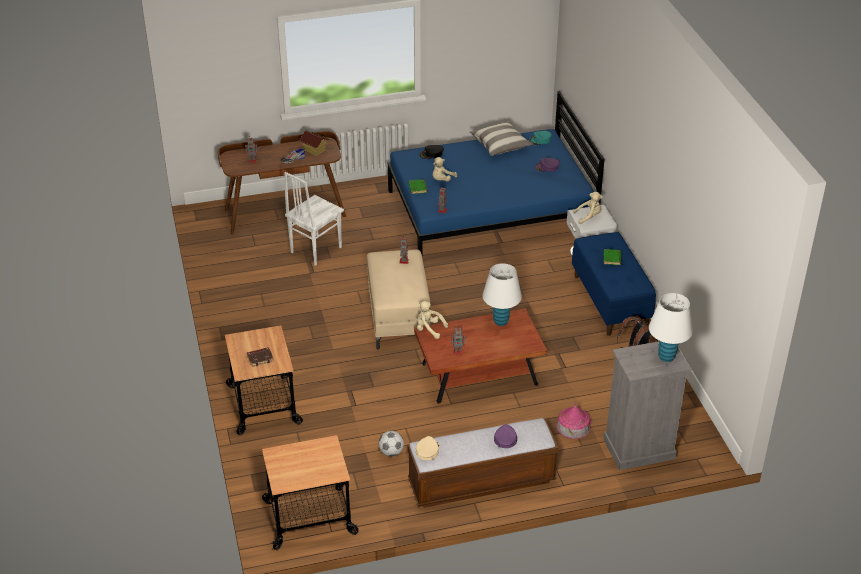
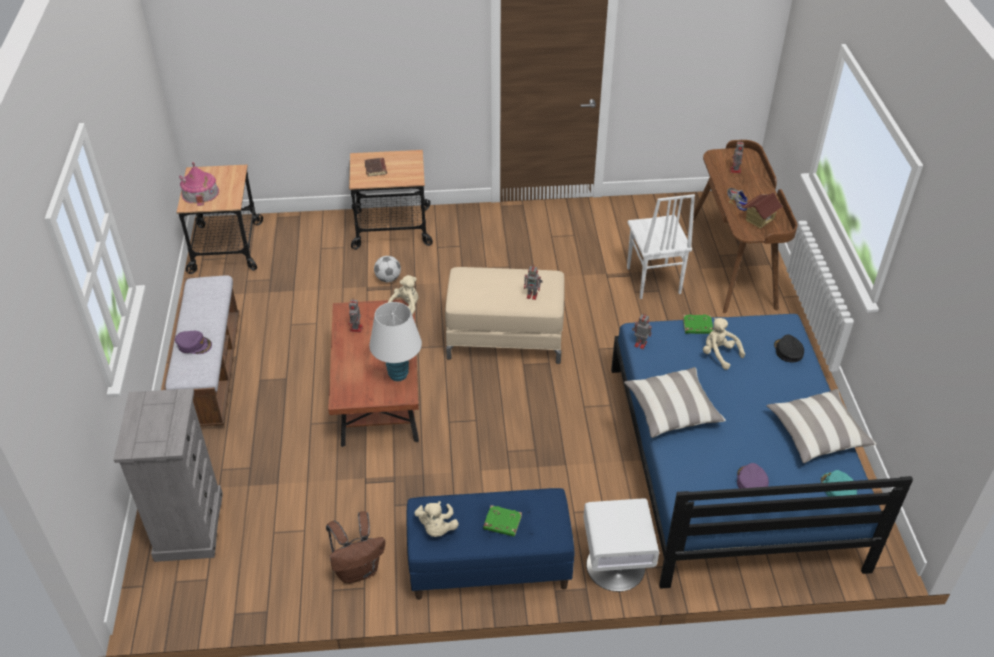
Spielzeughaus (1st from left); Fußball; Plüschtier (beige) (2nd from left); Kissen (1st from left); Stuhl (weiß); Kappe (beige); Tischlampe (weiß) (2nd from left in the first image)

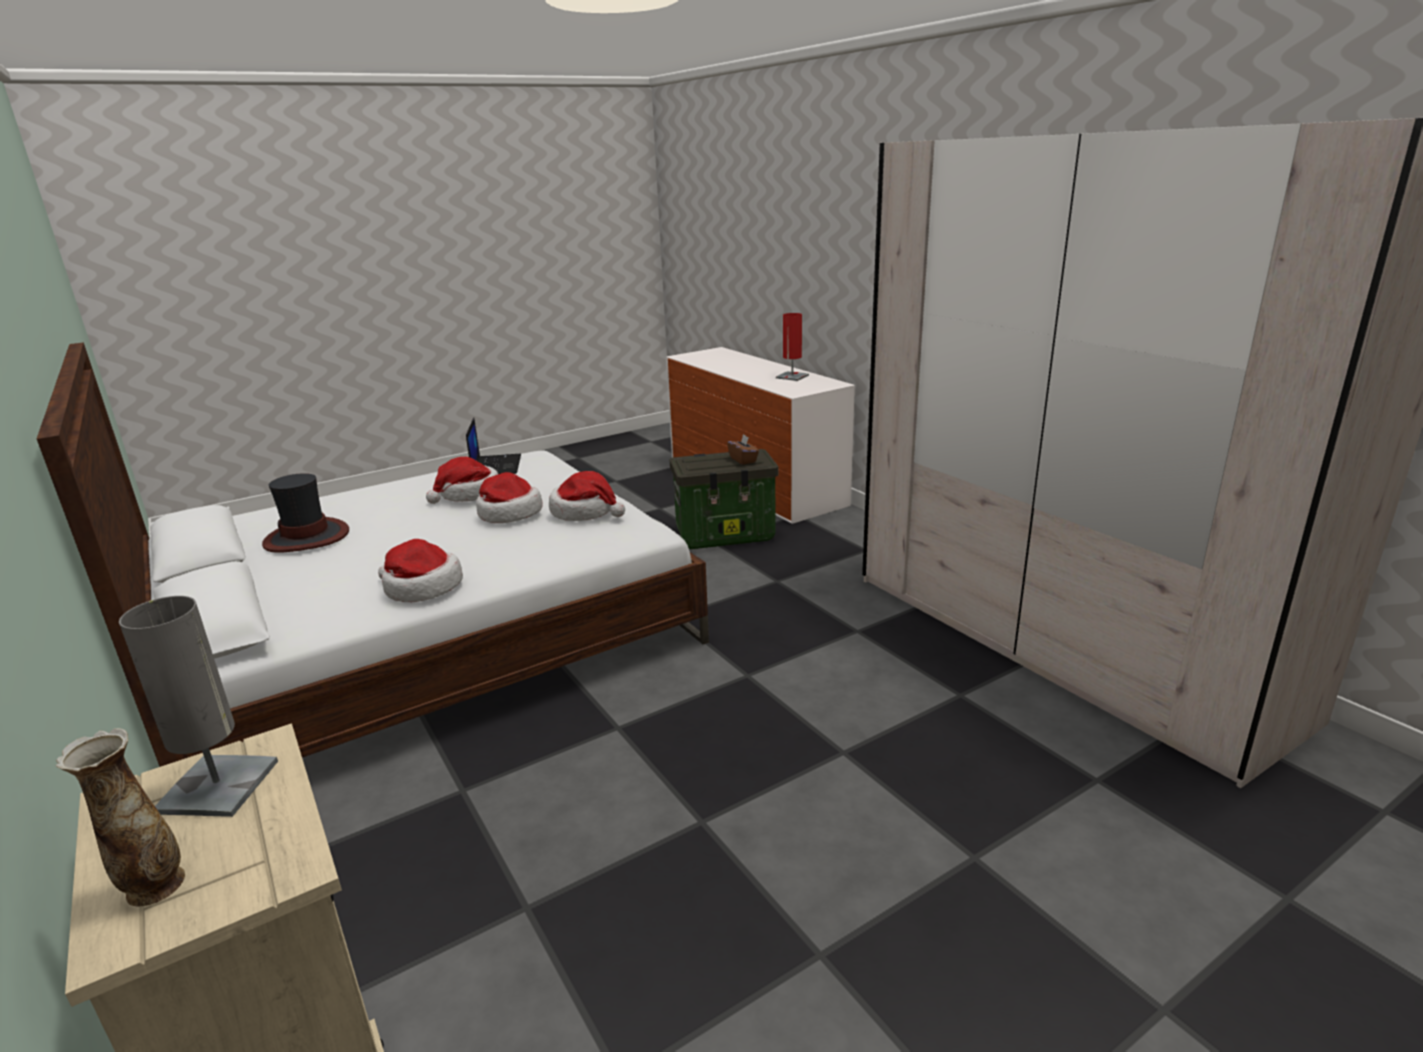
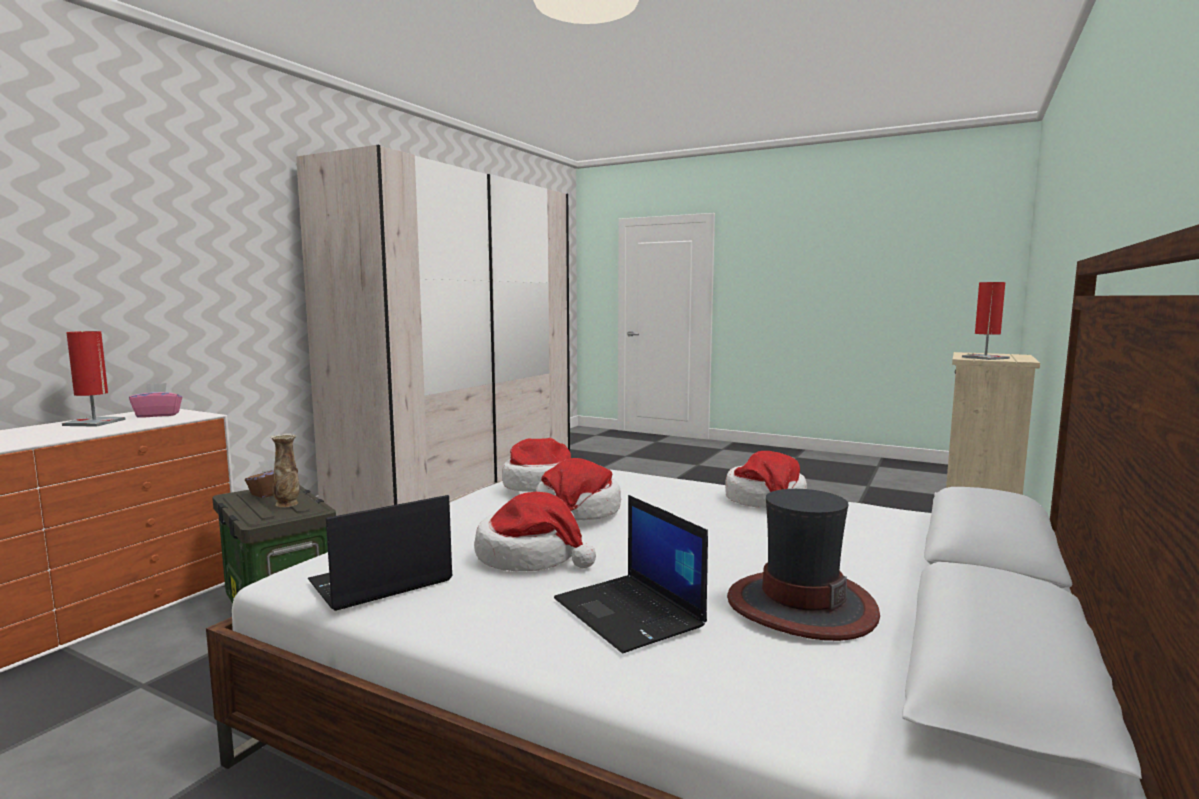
Taschentuchbox (rosa); Vase; Laptop (2nd from left); Tischlampe (rot) (2nd from left)

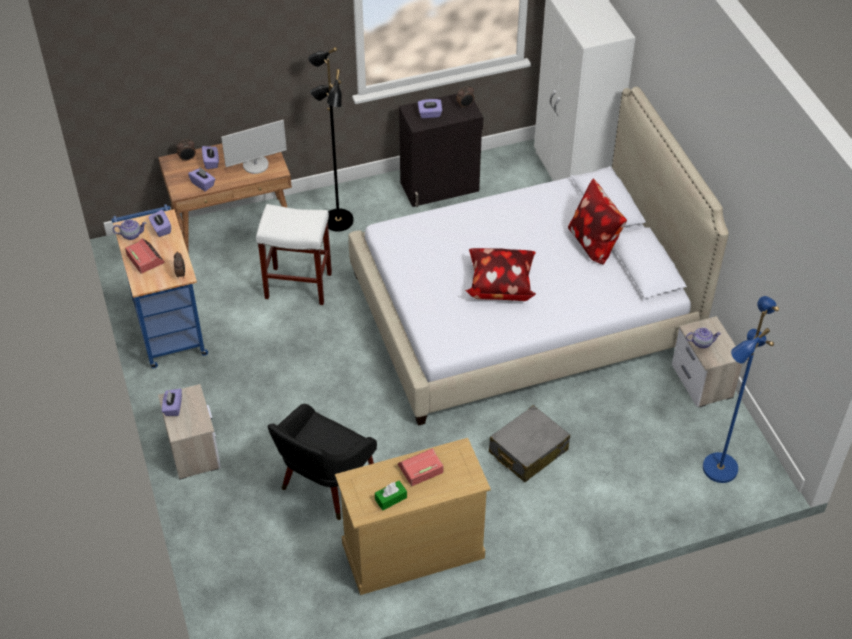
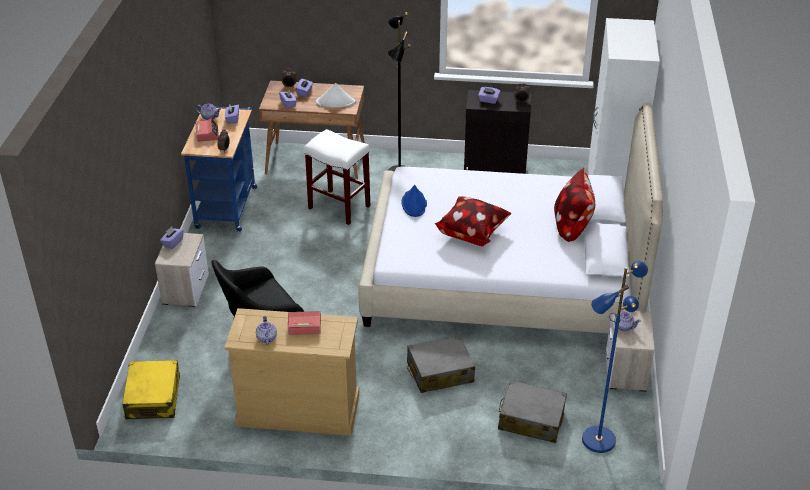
Koffer (gelb); Teekanne (2nd from left); Hut (weiß); Hut (blau); Koffer (grau) (2nd from left)

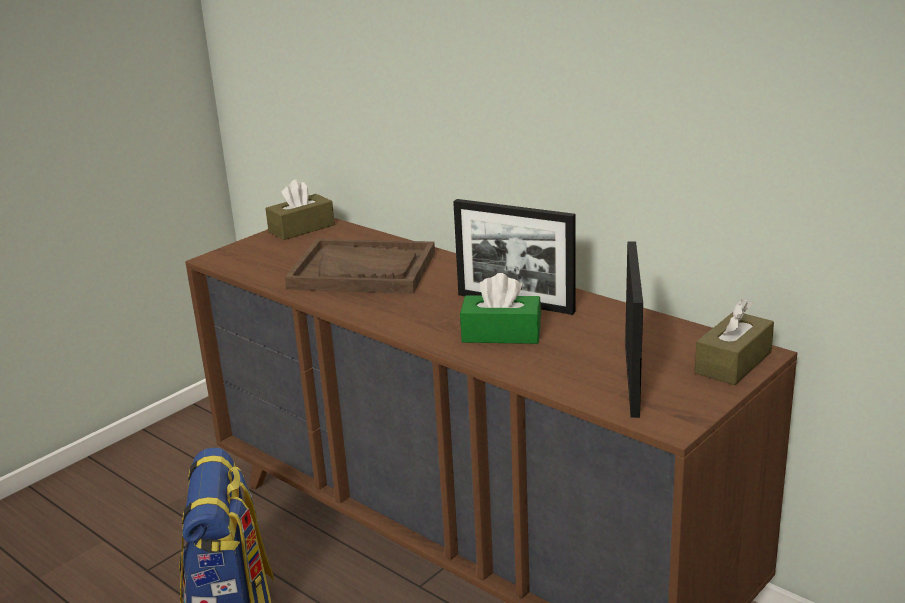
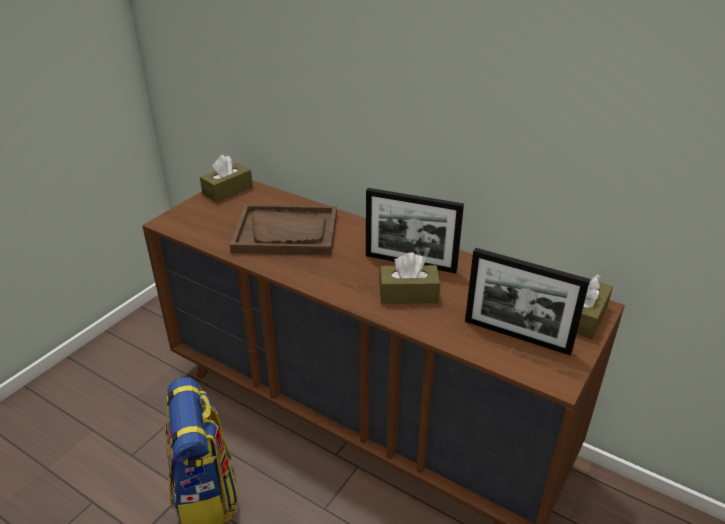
Taschentuchbox (braun) (2nd from left); Bilderrahmen (2nd from left)

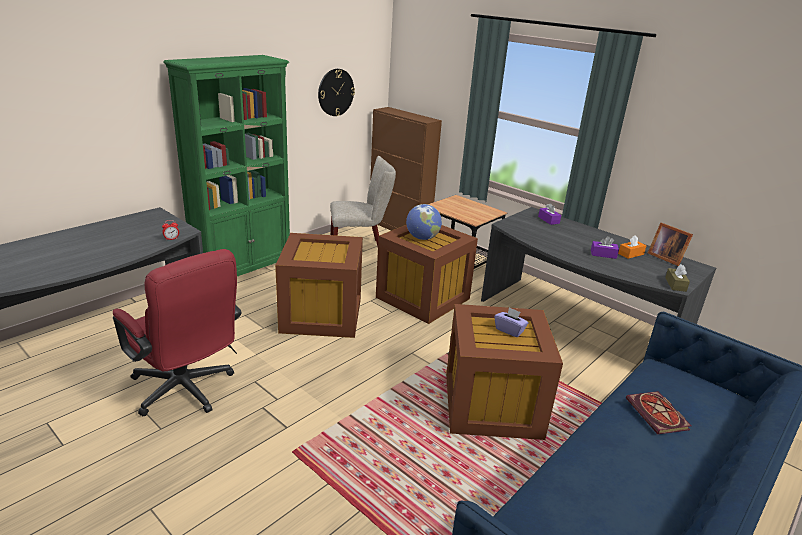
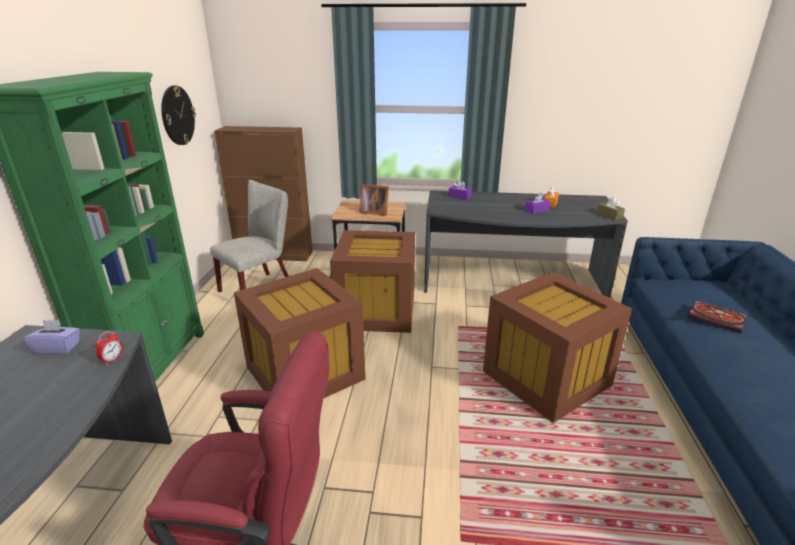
Taschentuchbox (lila) (1st from left); Bilderrahmen; Globus

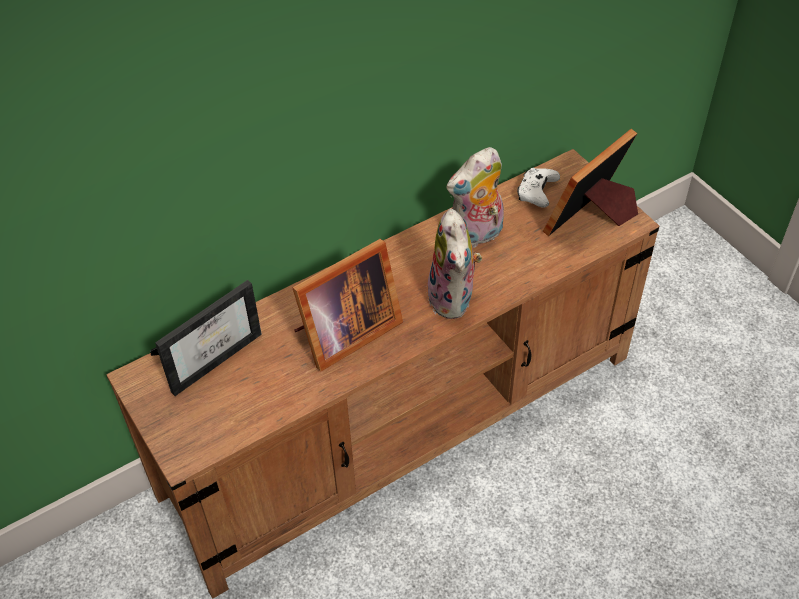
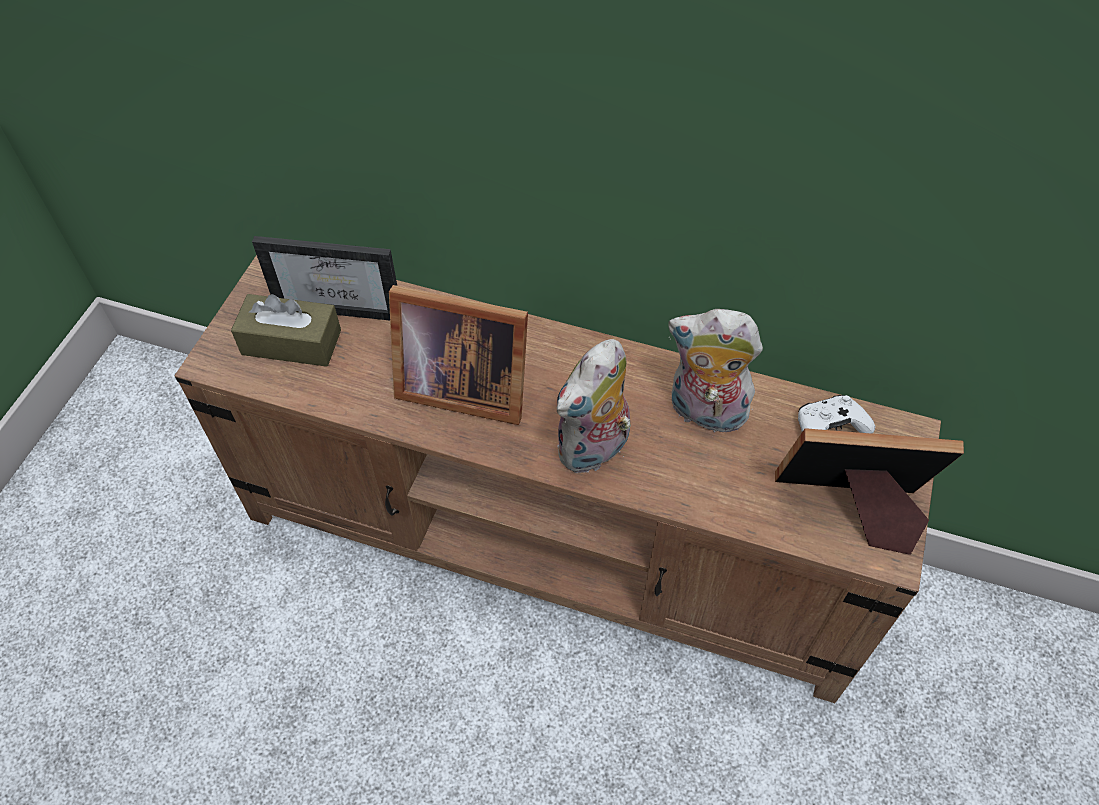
Taschentuchbox (braun)

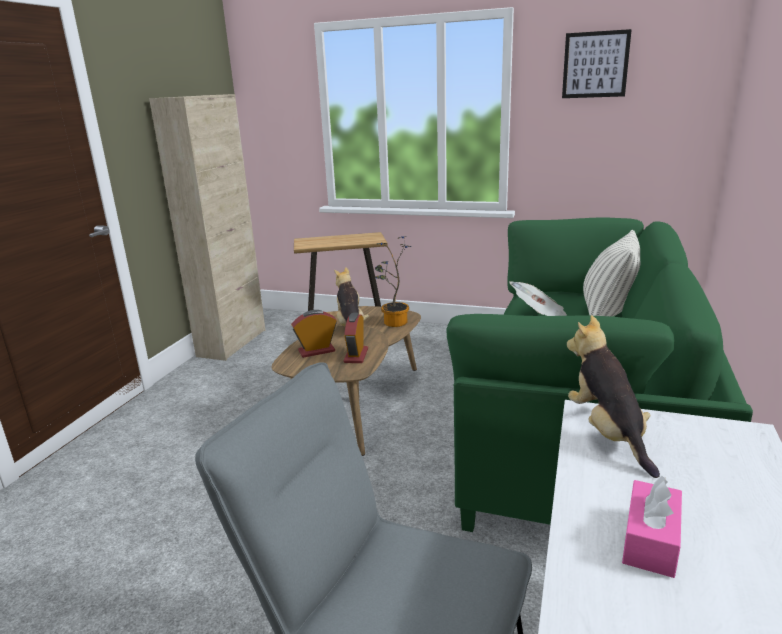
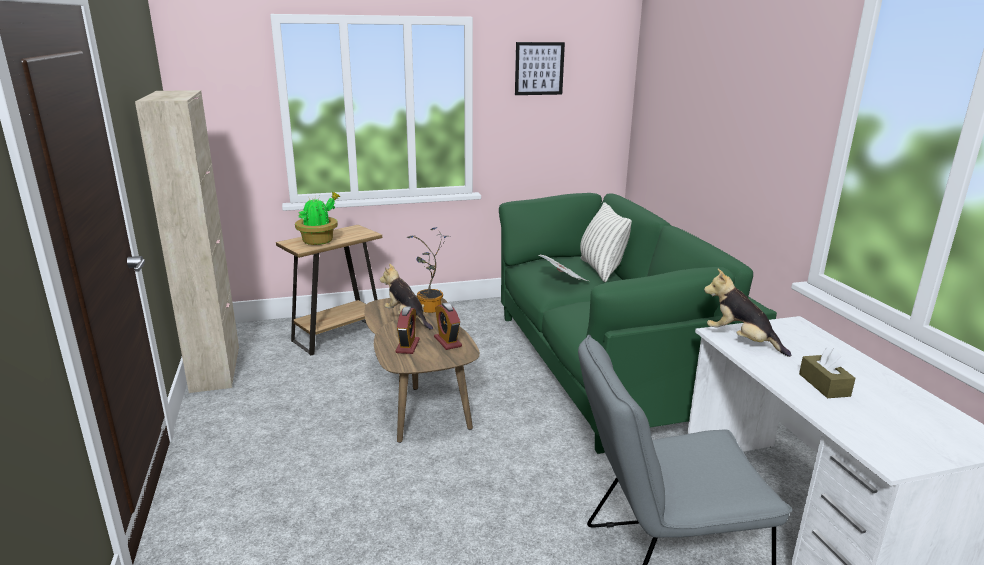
Topfpflanze (1st from left); Wecker (1st from left); Taschentuchbox (braun)

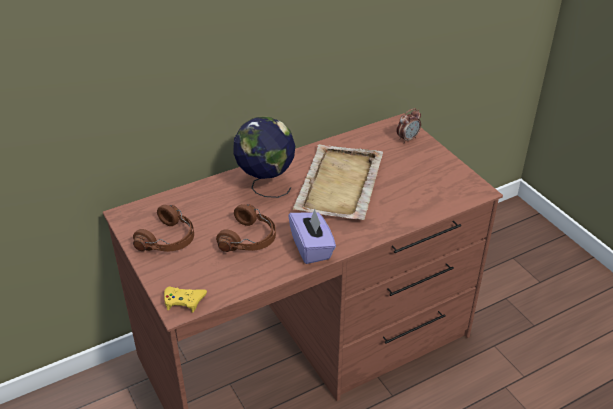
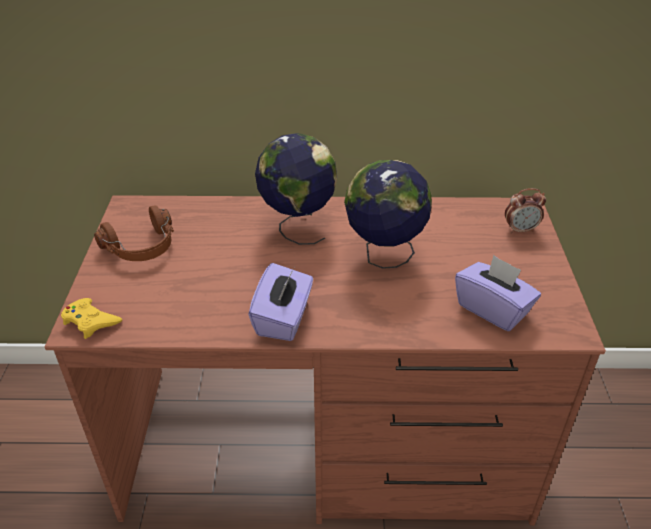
Globus (2nd from left); Taschentuchbox (lila) (2nd from left); Kopfhörer (braun) (2nd from left in the first image)

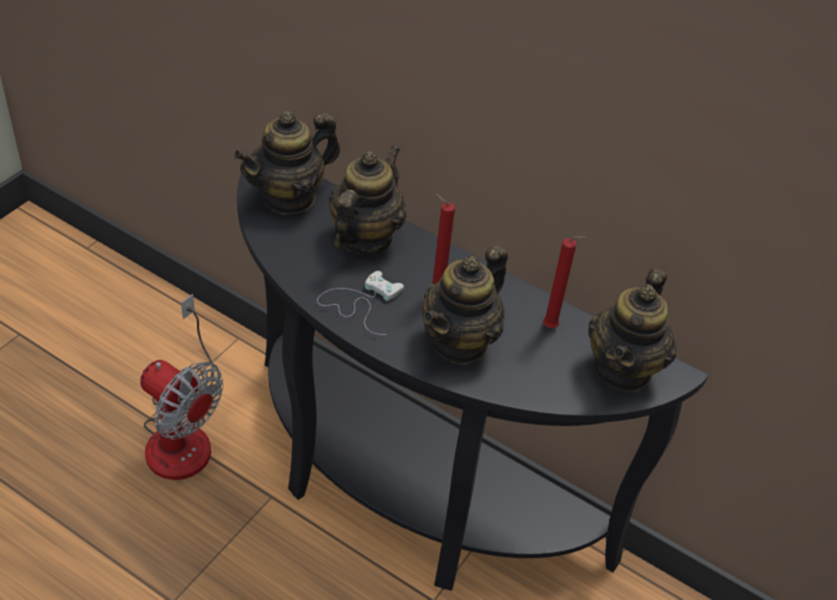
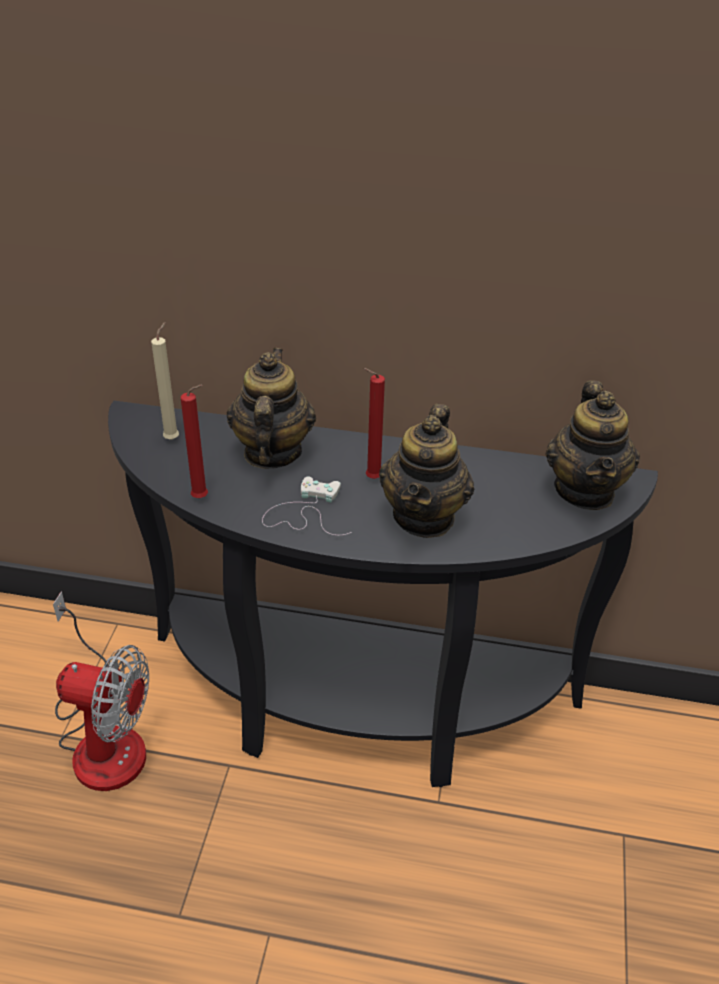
Kerze (beige); Kerze (rot) (1st from left)

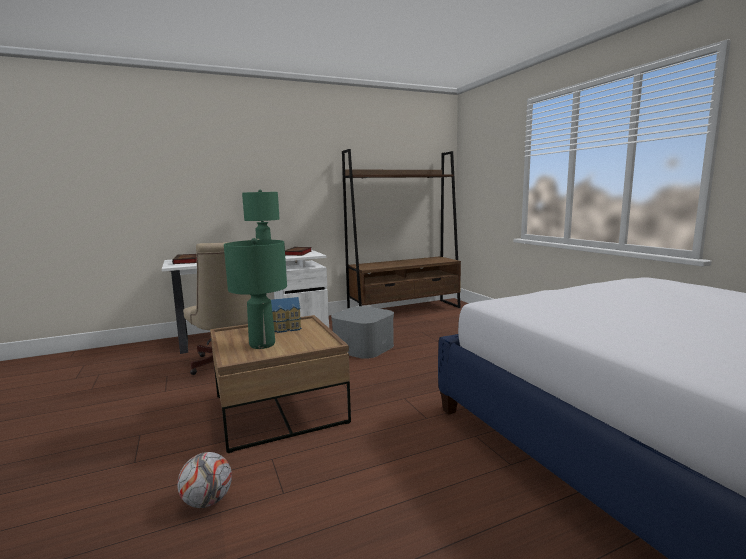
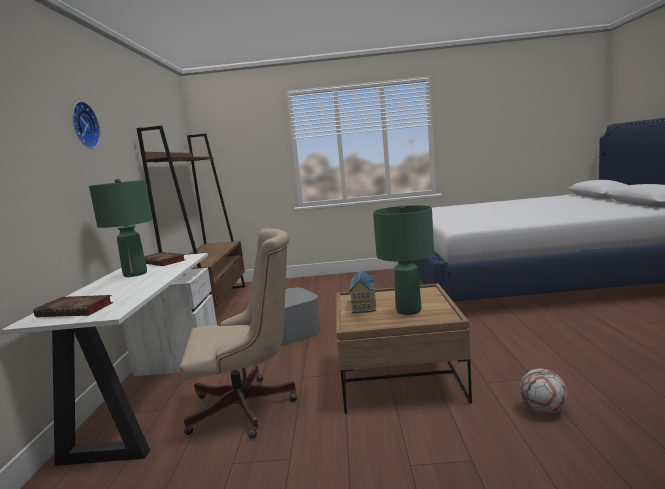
Wanduhr

